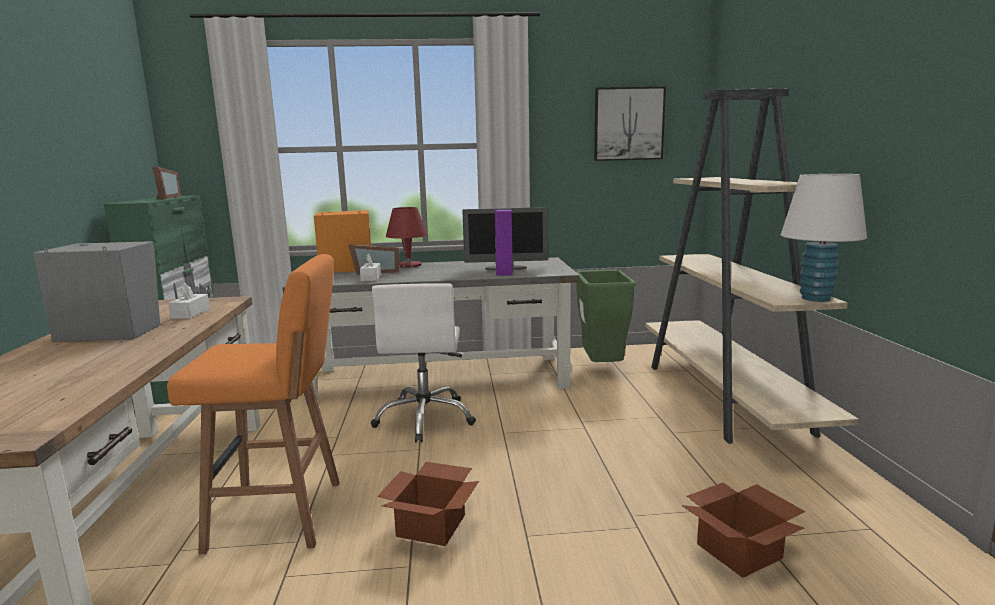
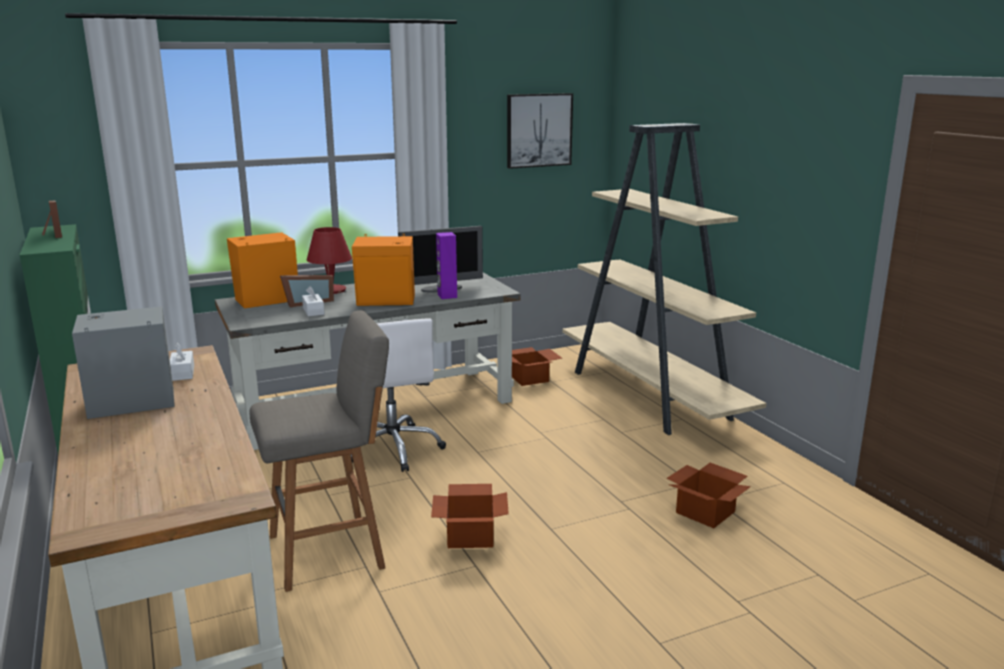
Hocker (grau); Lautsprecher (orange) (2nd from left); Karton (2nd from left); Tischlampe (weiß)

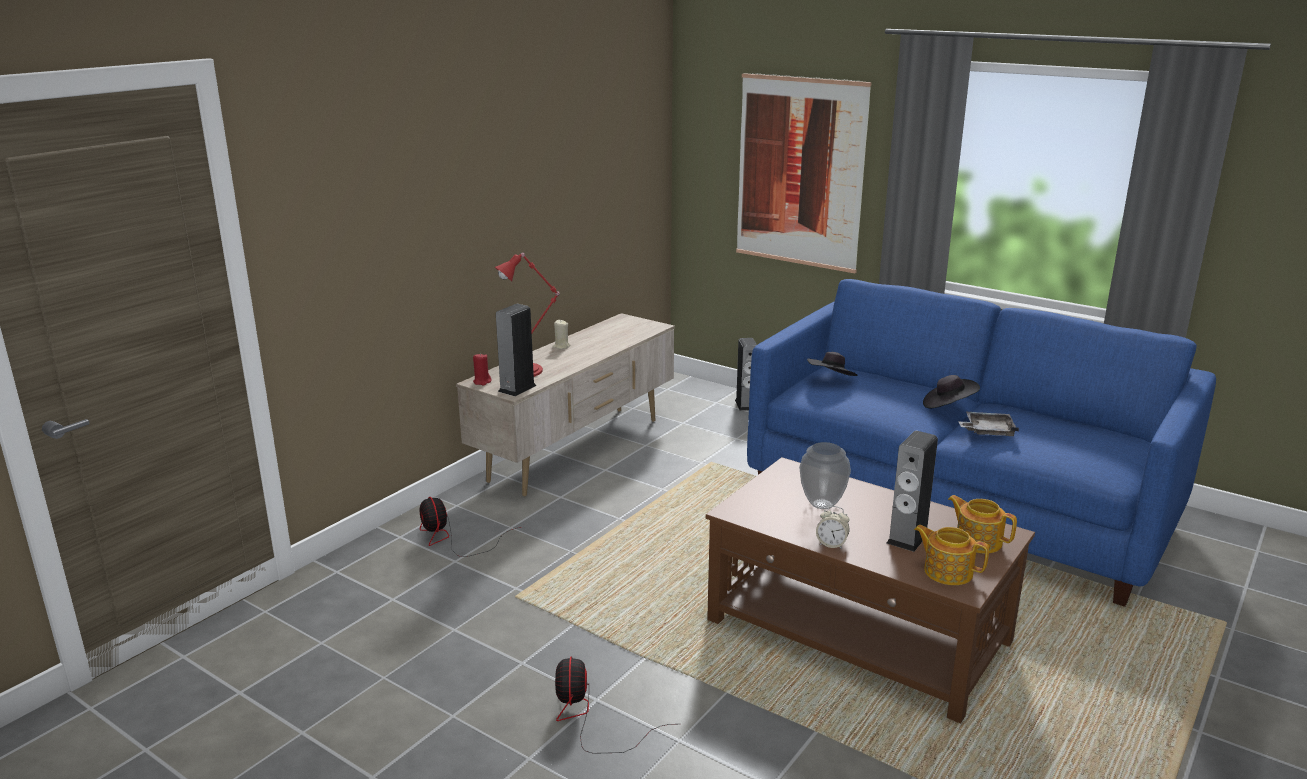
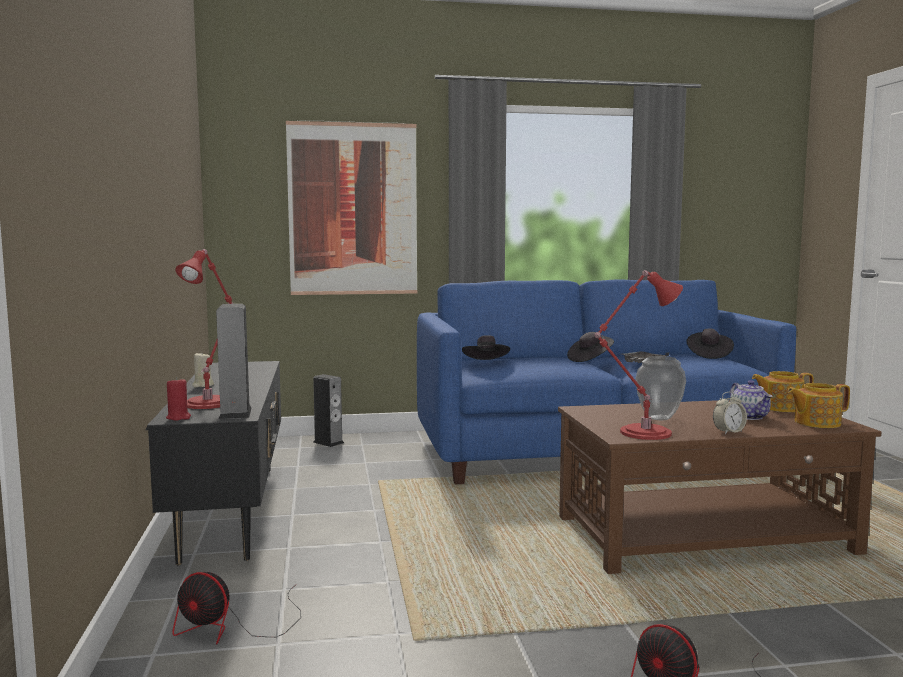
Fernsehschrank (schwarz); Tischlampe (rot) (2nd from left); Hut (schwarz) (3rd from left); Teekanne (1st from left)

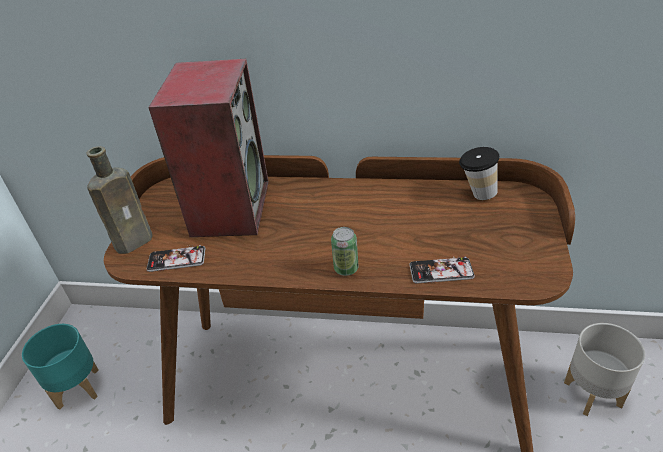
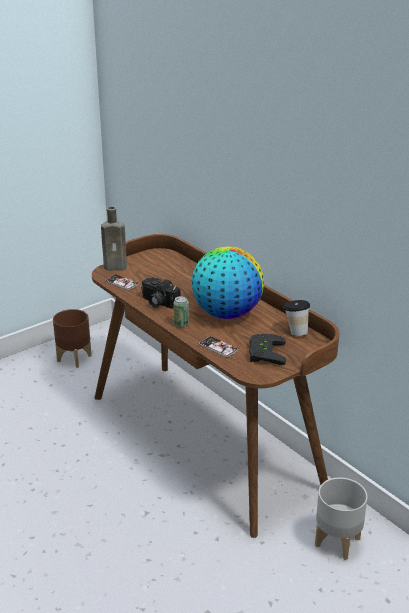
Pflanzkübel (braun); Kamera; Globus; Gamepad (schwarz); Lautsprecher

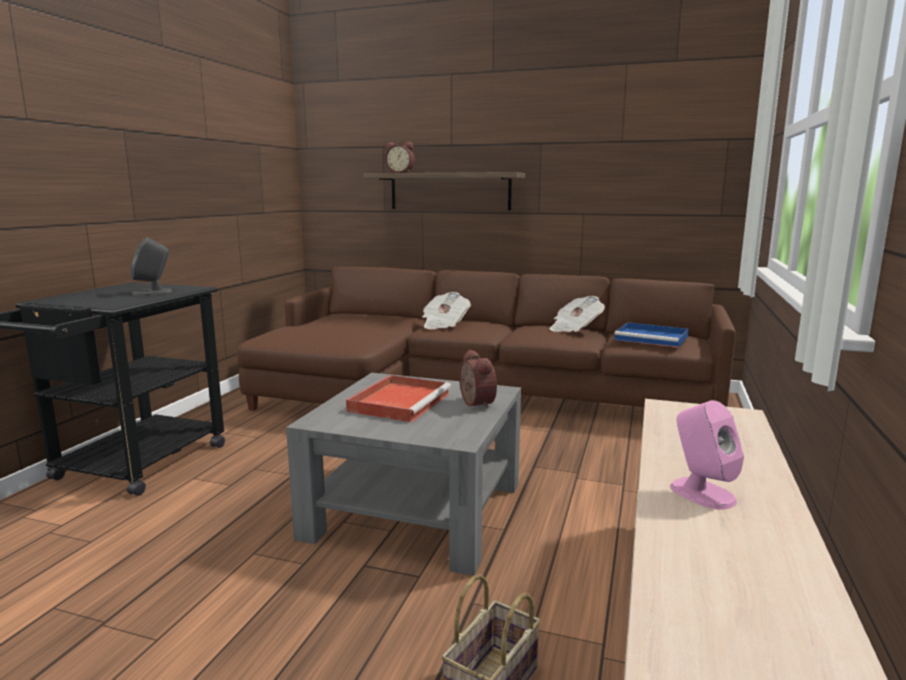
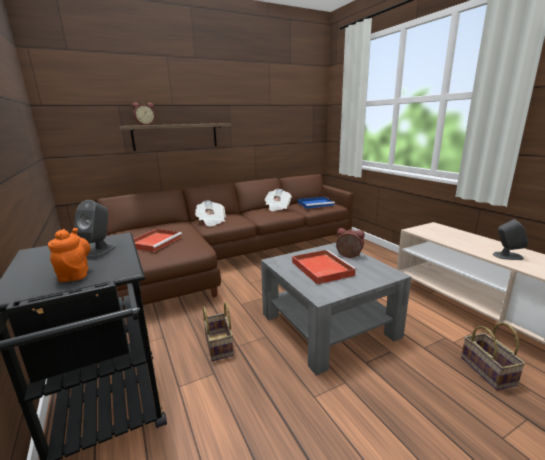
Teekanne (orange); Tablett (rot) (1st from left); Korb (1st from left); Lautsprecher (grau) (2nd from left)

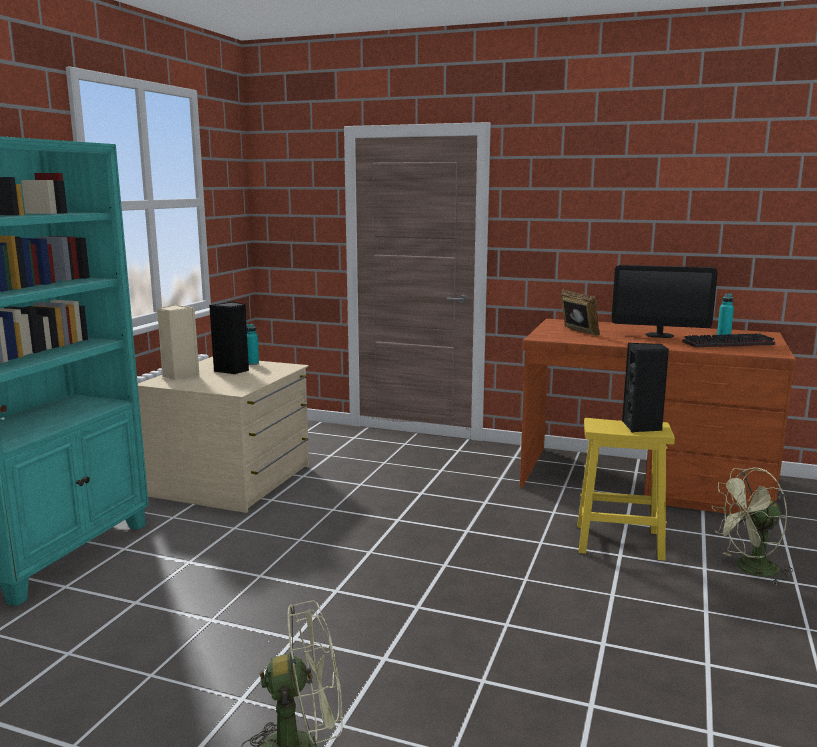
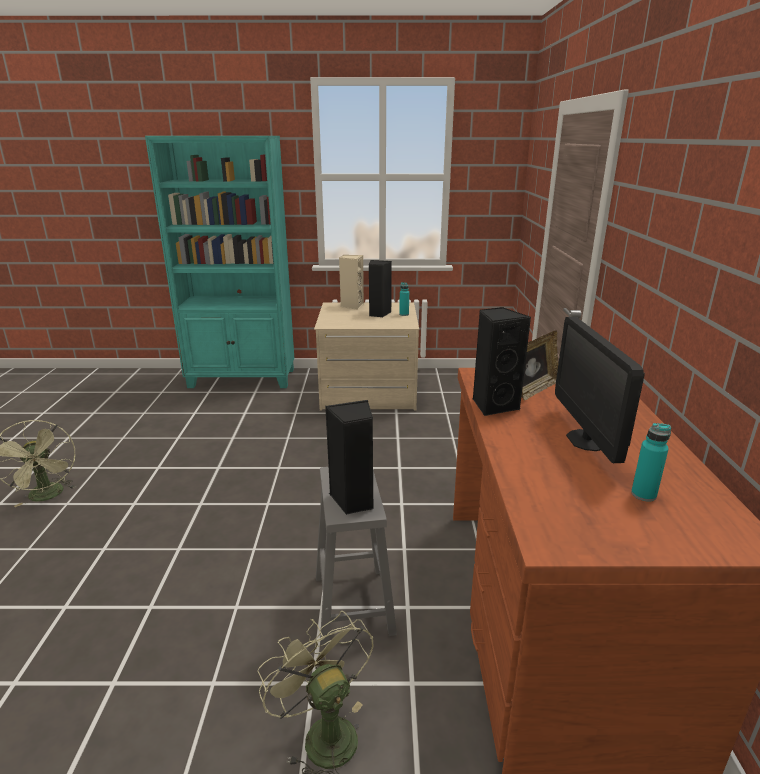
Hocker (grau); Lautsprecher (schwarz) (3rd from left); Tastatur

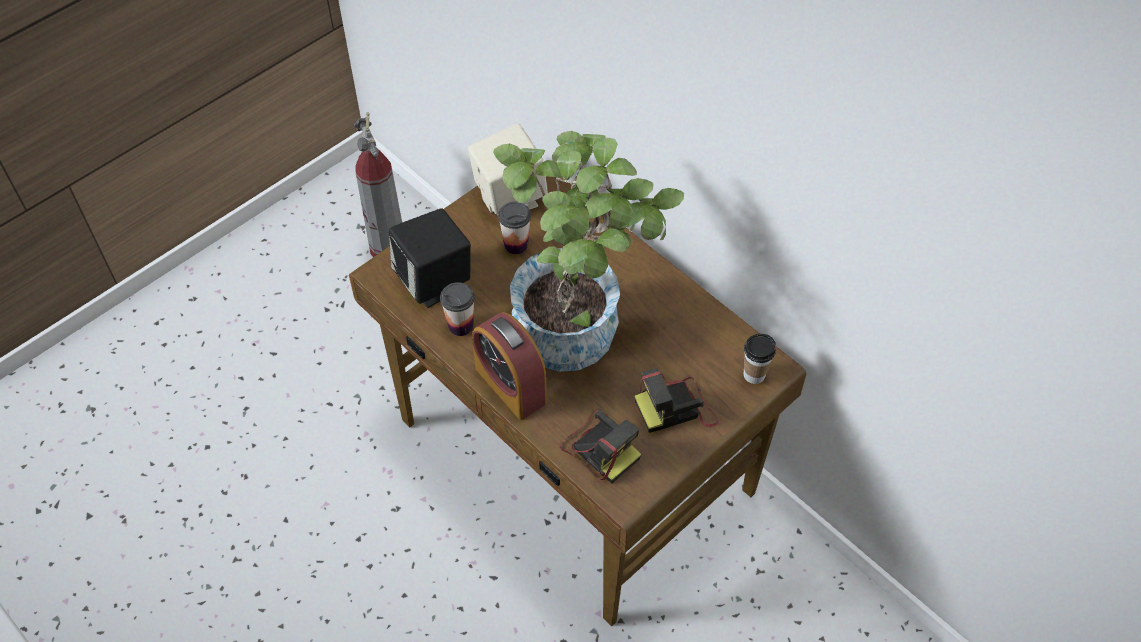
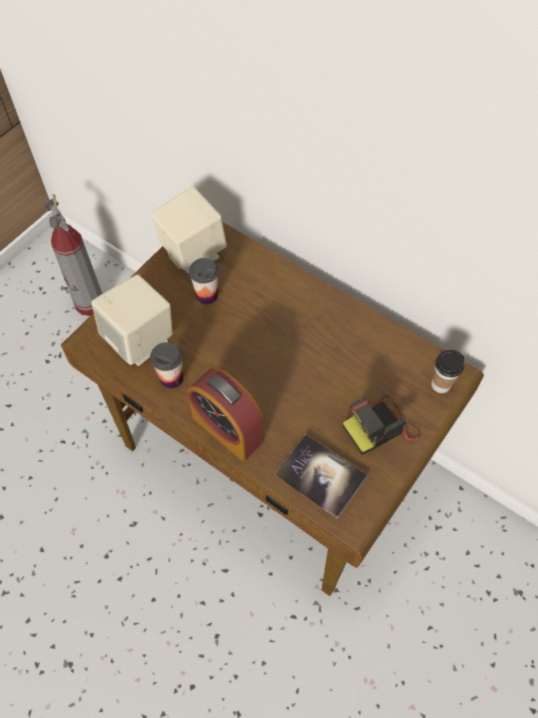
Lautsprecher (beige) (1st from left); Buch; Topfpflanze

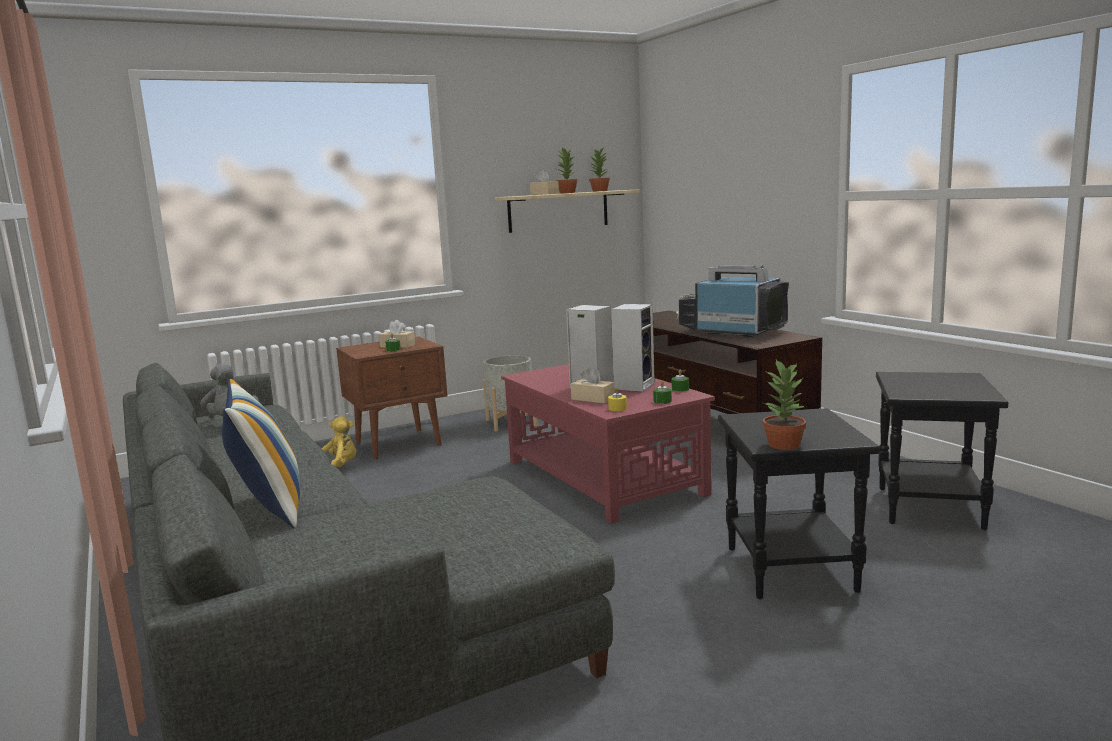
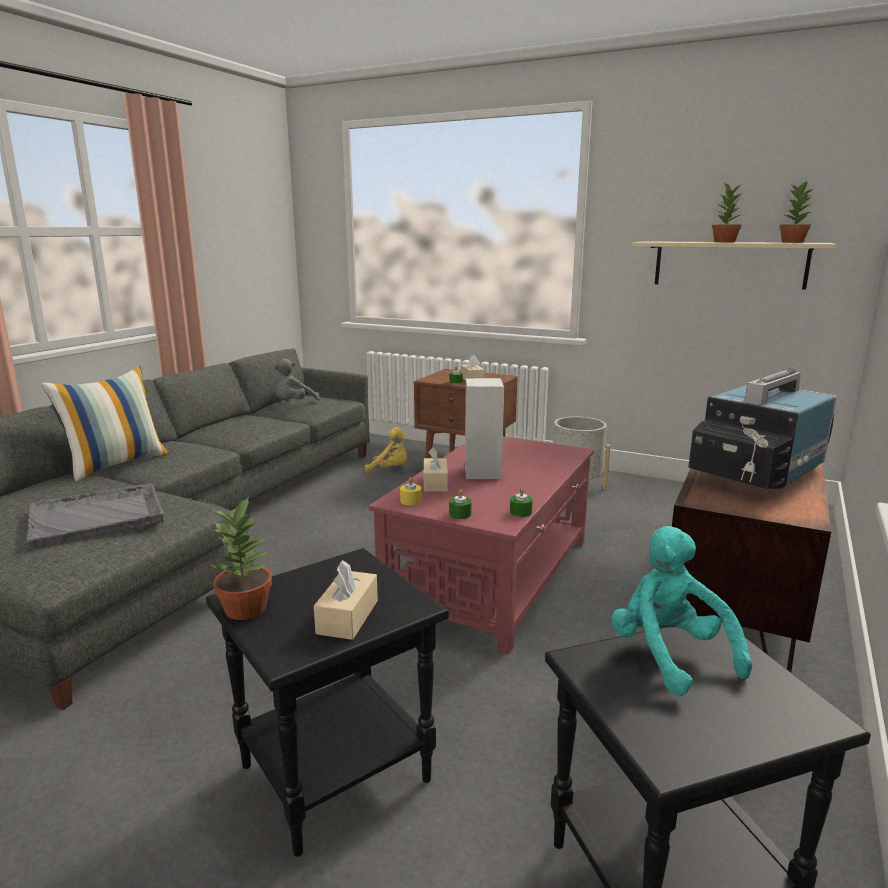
Tablett (grau); Taschentuchbox (beige) (1st from left); Plüschtier (türkis); Fernseher; Lautsprecher (2nd from left in the first image)

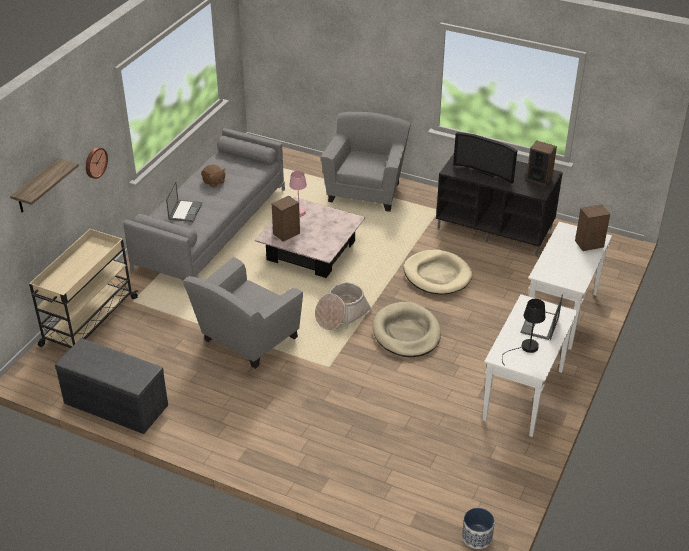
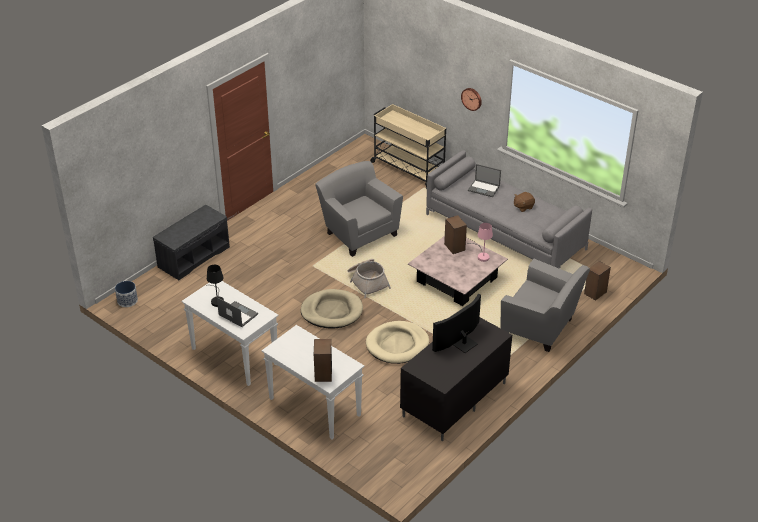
Bank (grau); Lautsprecher (3rd from left); Wandregal

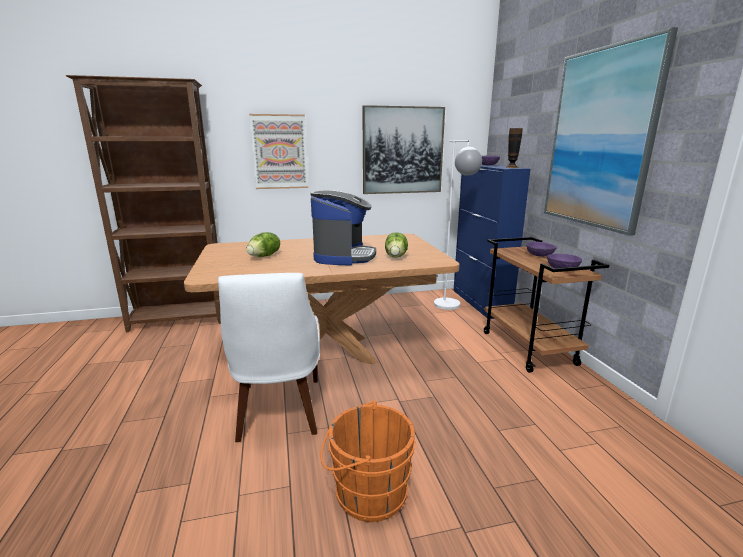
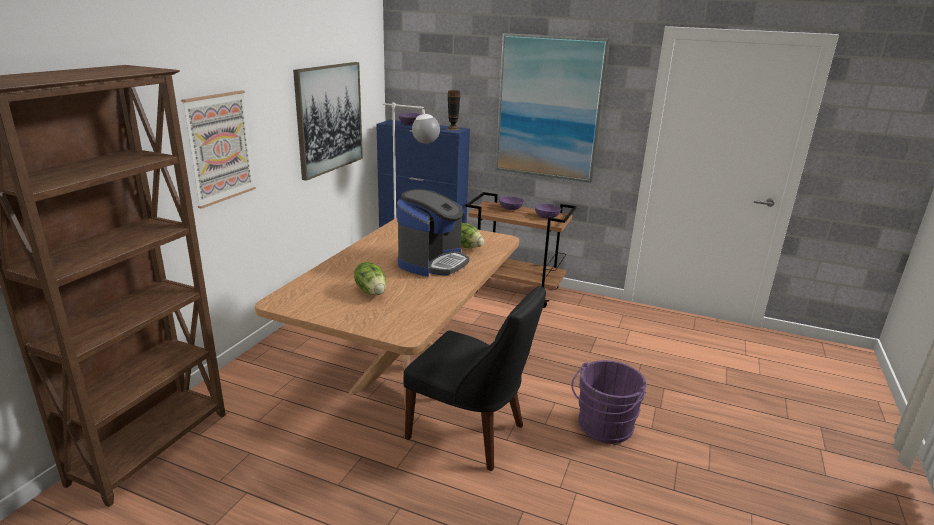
Kaffeemaschine; Stuhl (schwarz); Eimer (lila)

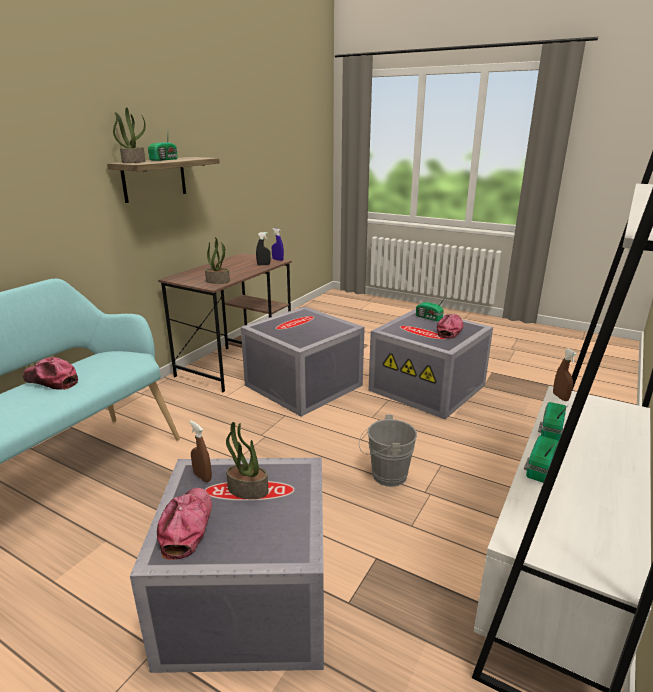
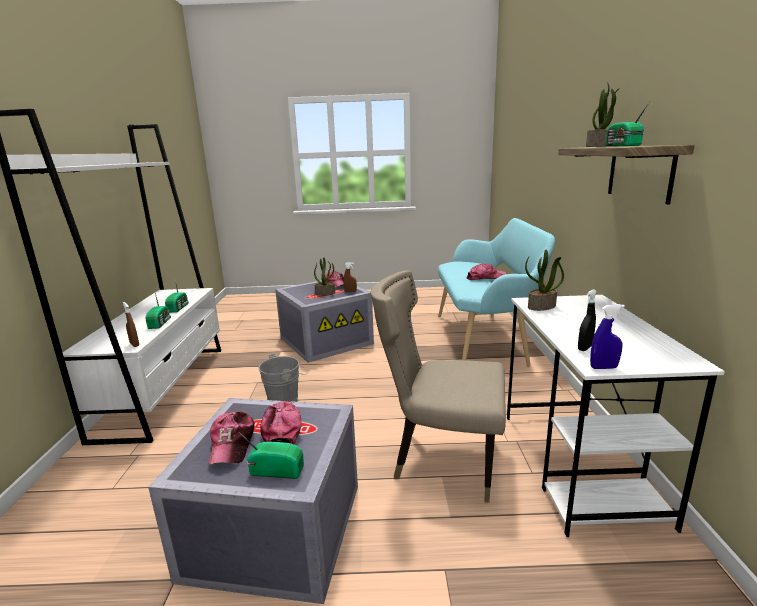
Kappe (2nd from left); Stuhl (beige); Schreibtisch (weiß)

